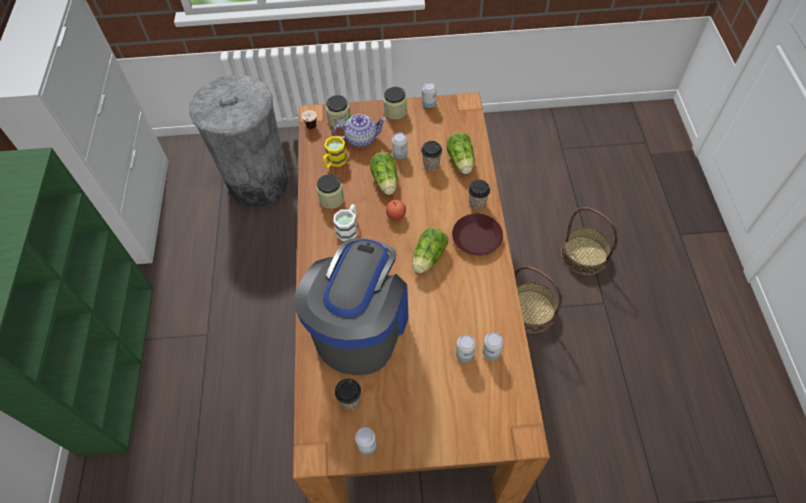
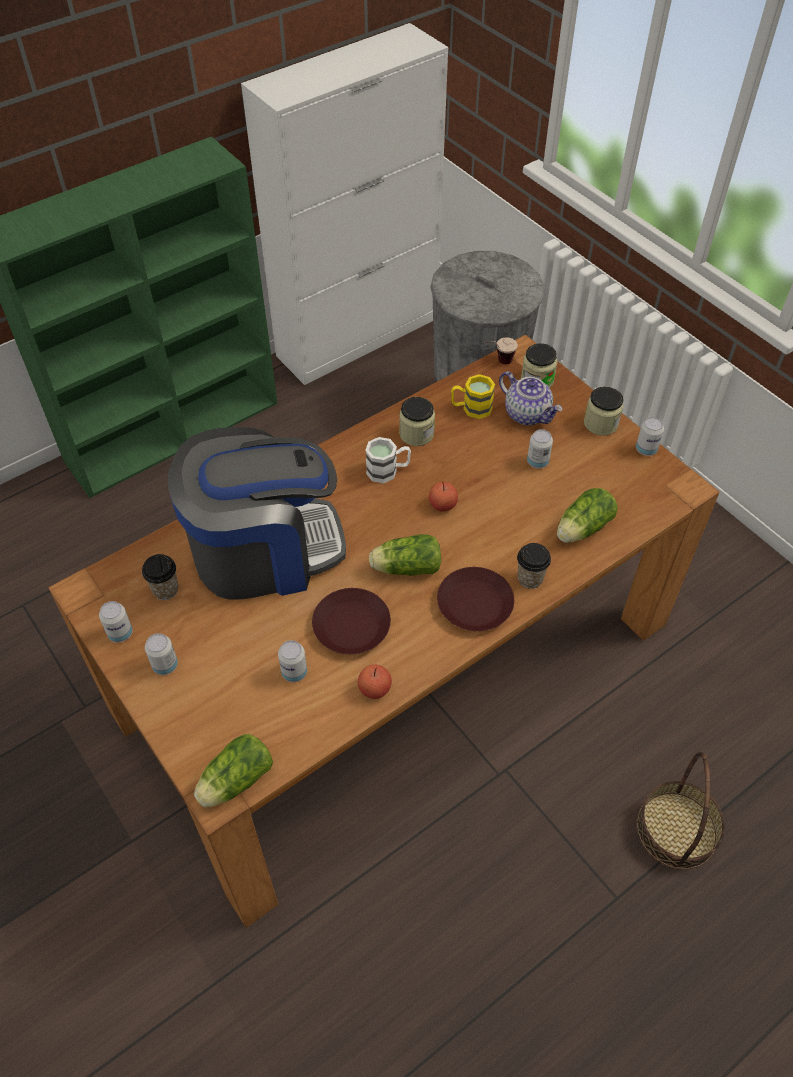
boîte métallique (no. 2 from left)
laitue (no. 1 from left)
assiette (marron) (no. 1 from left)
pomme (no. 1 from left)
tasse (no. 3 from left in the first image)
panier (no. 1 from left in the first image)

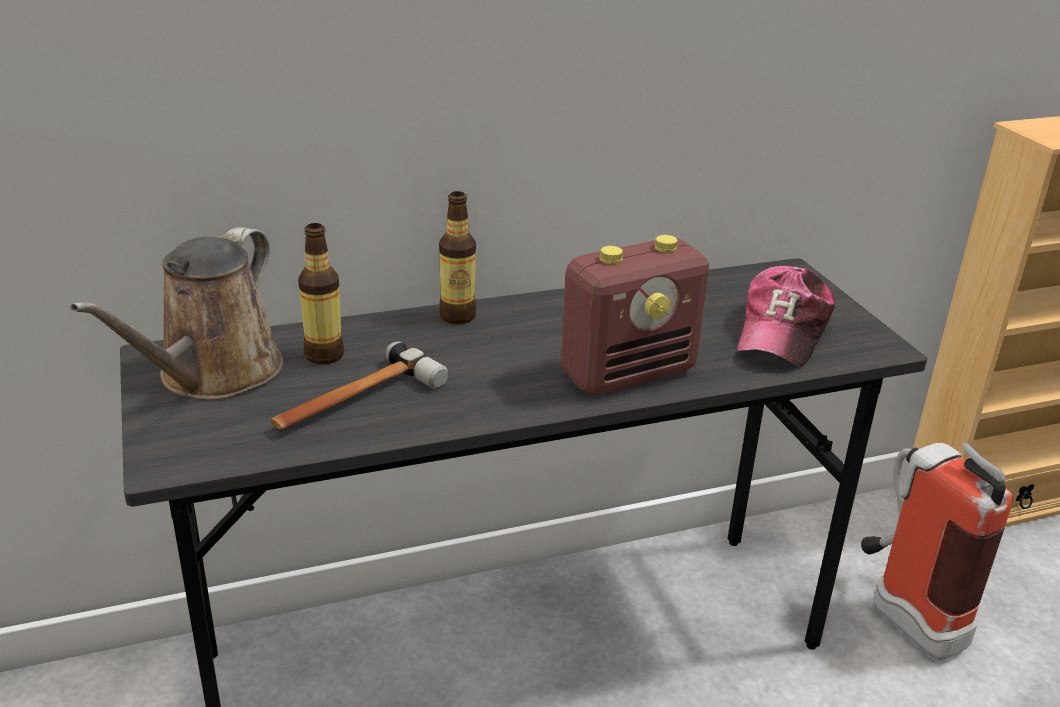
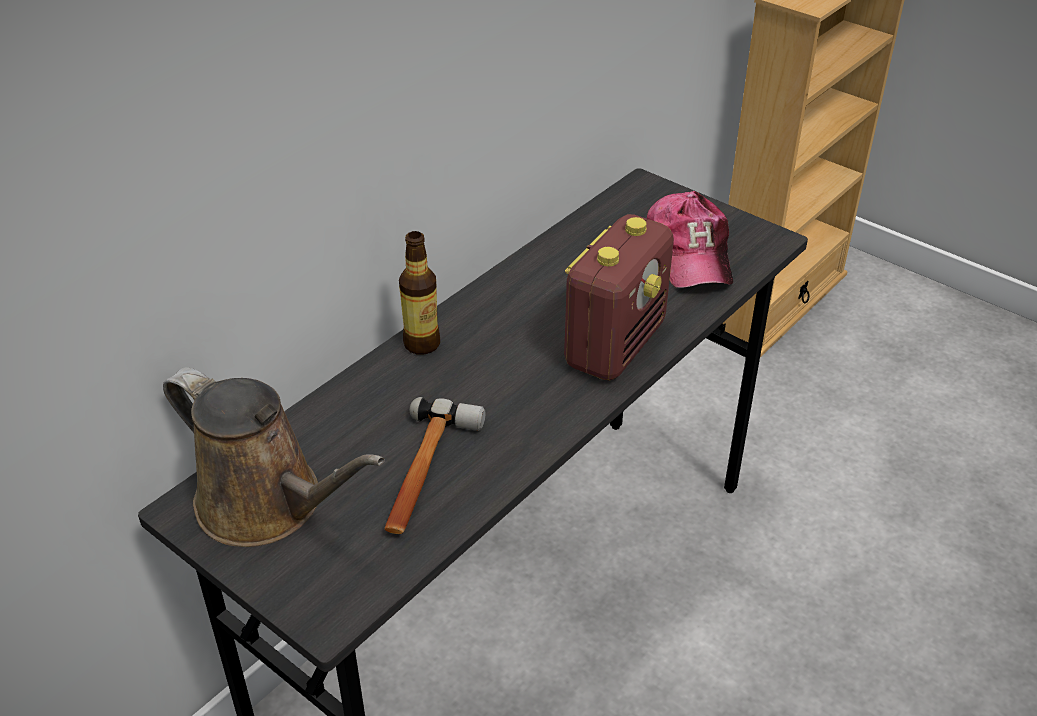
arrosoir (marron)
bouteille (no. 1 from left in the first image)
extincteur

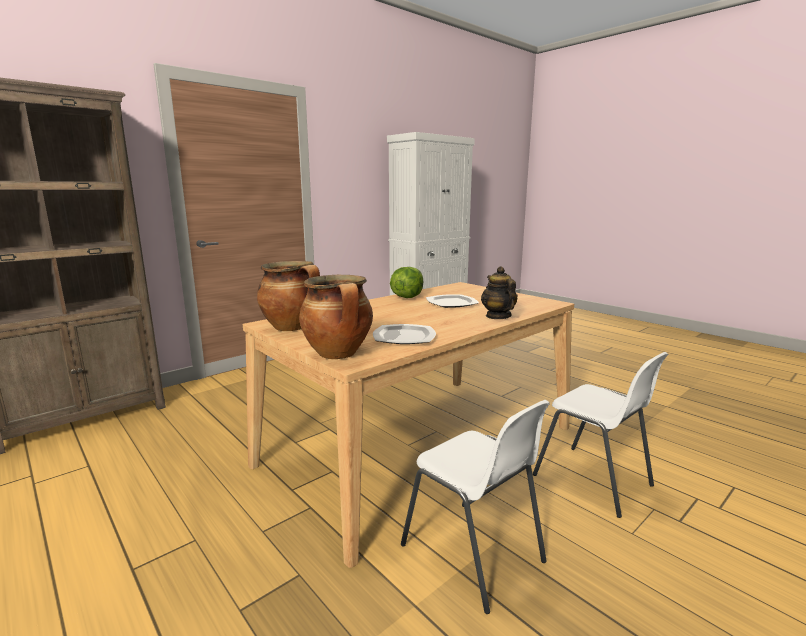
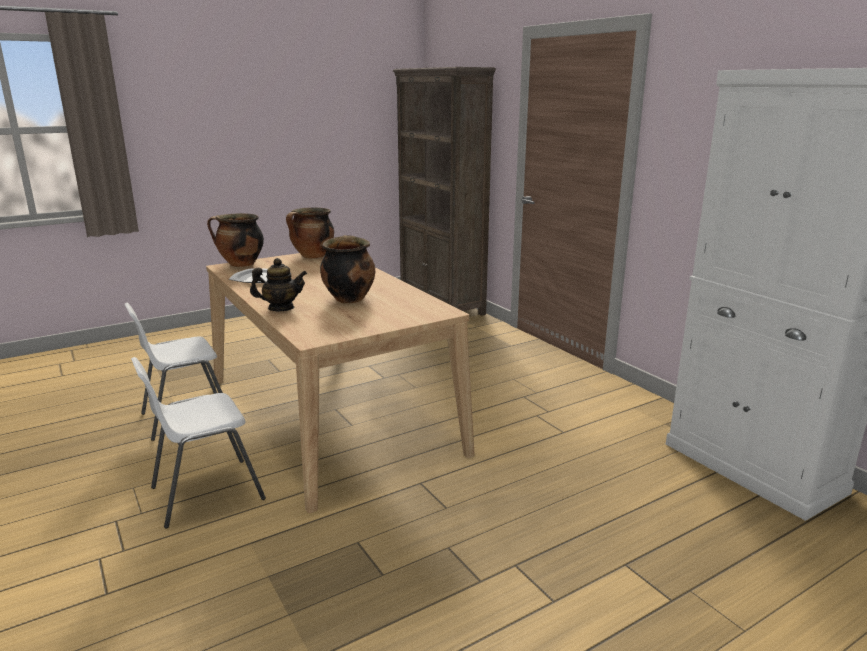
marmite (no. 3 from left)
laitue

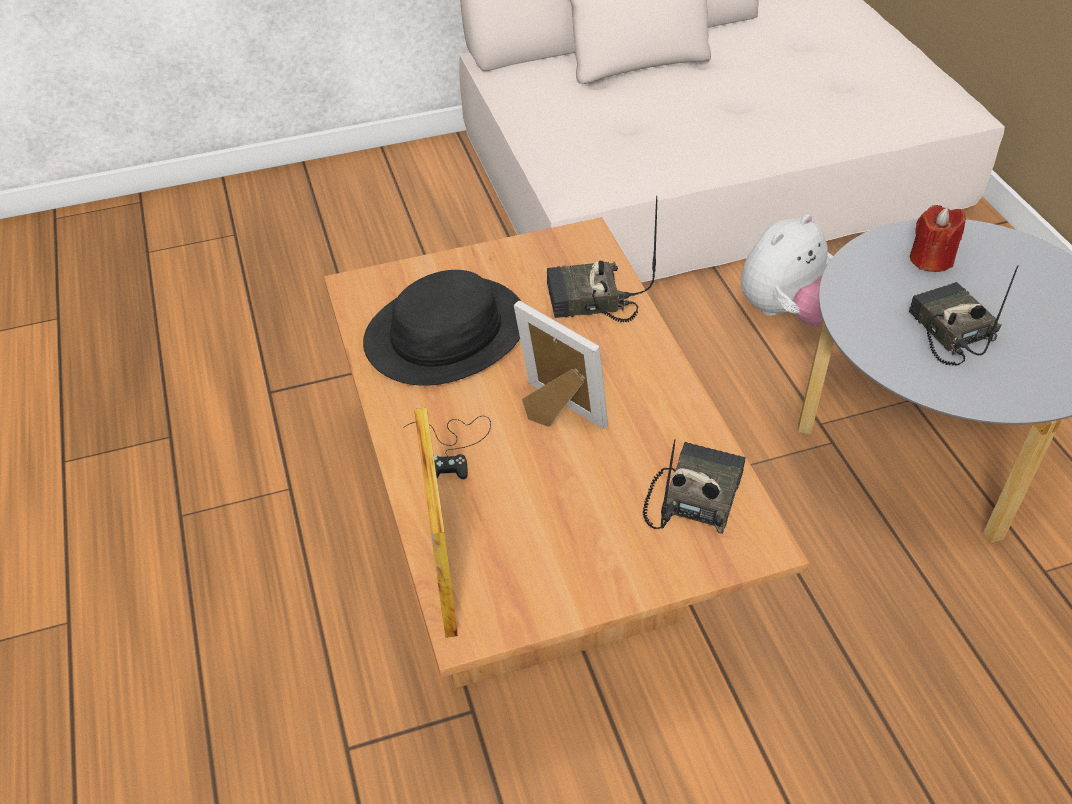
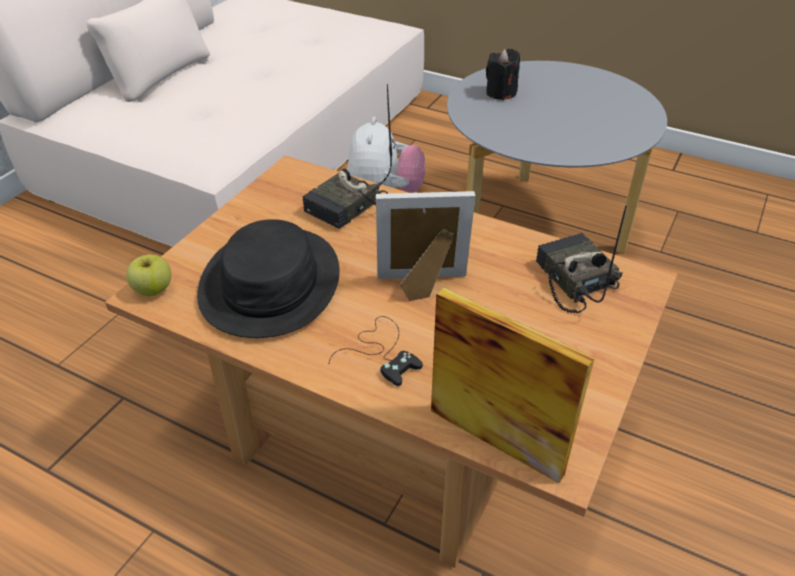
pomme
bougie (noir)
radio (no. 3 from left in the first image)

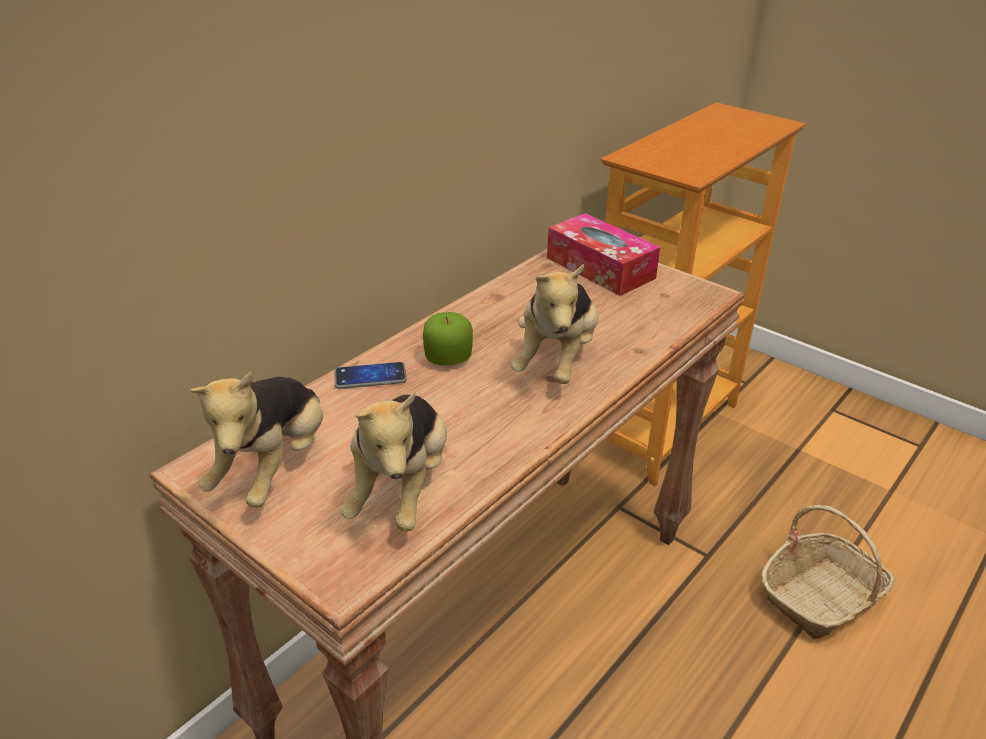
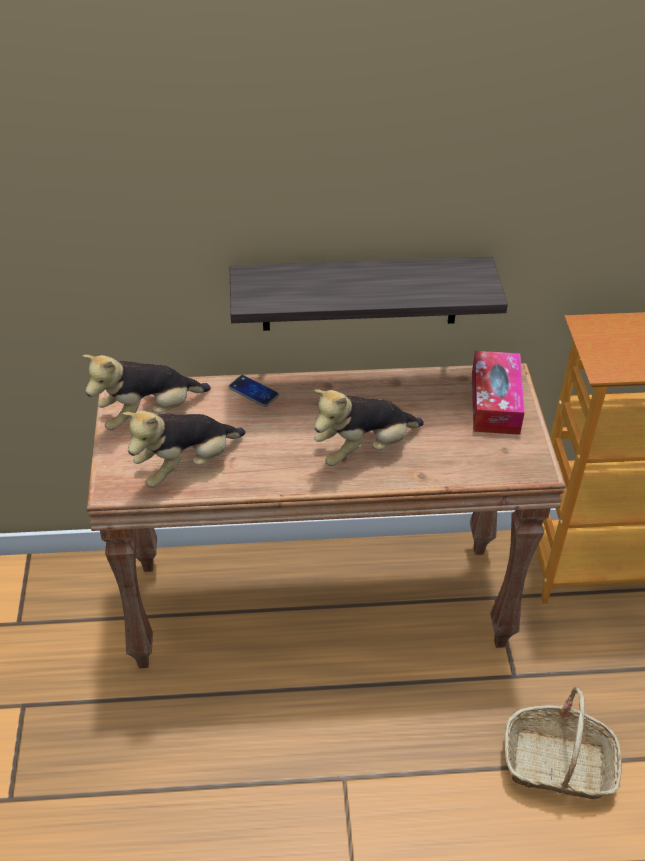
étagère
pomme

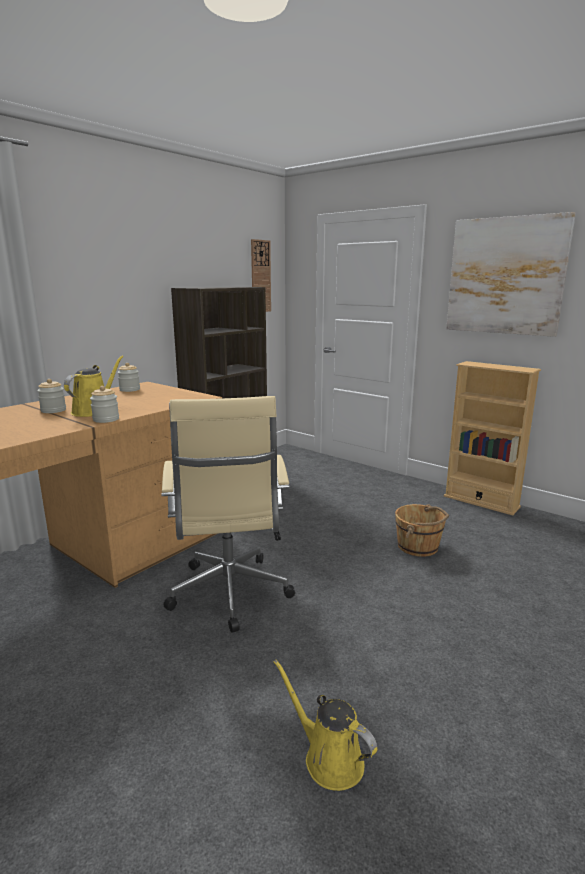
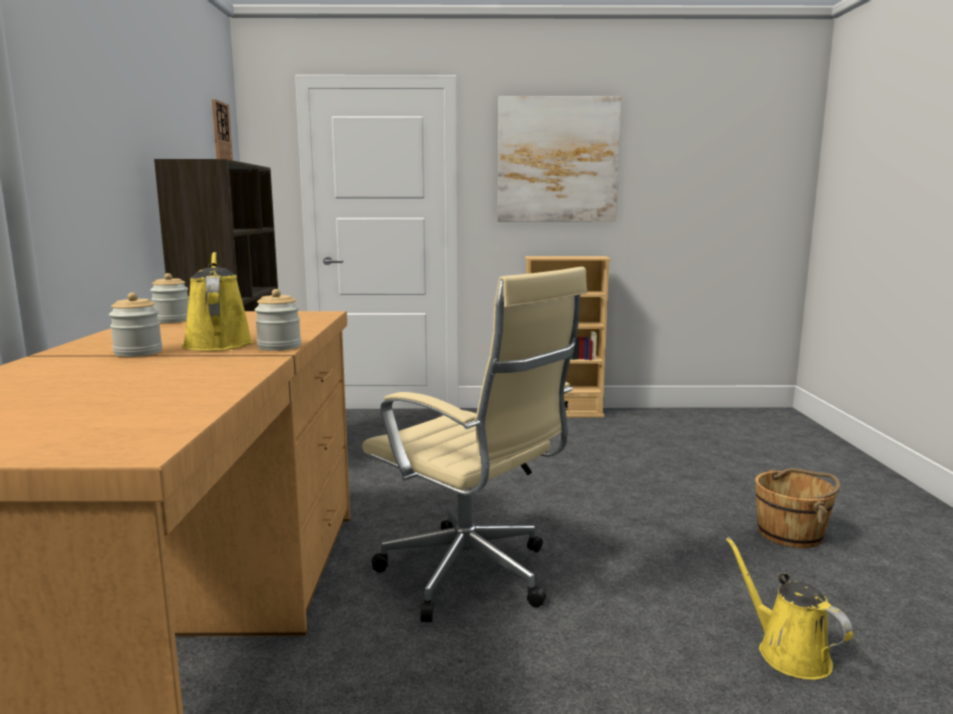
arrosoir (jaune) (no. 2 from left)
seau (marron)

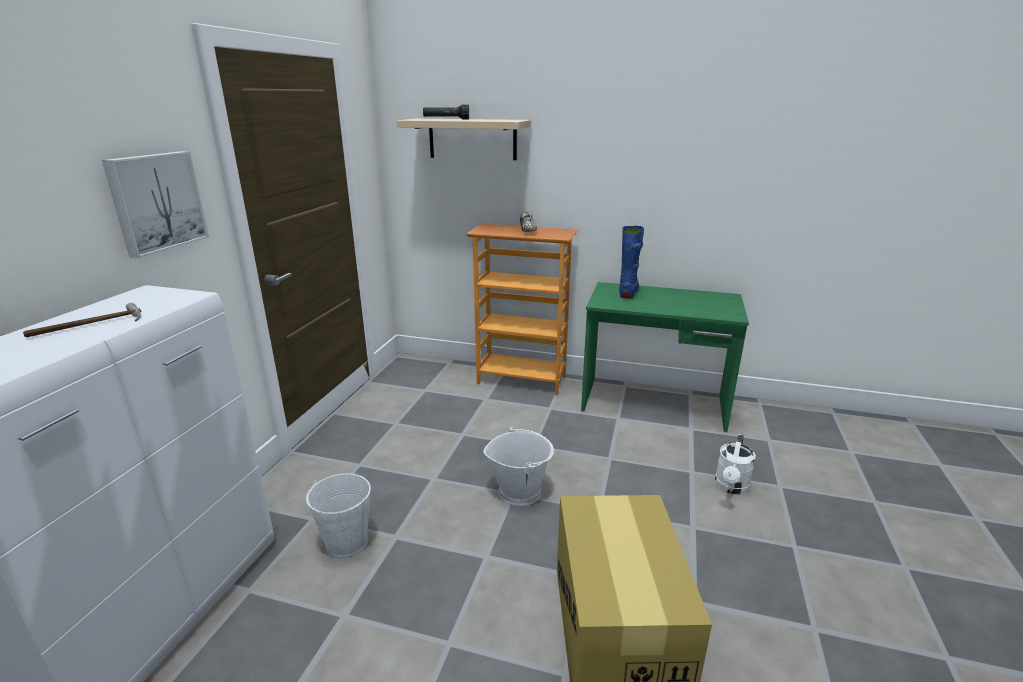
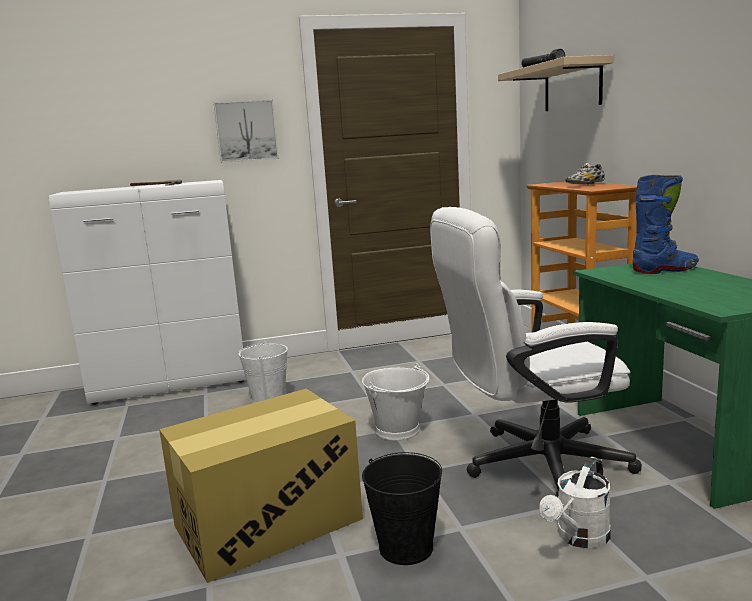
seau (noir)
chaise de bureau (blanc)
arrosoir (blanc)

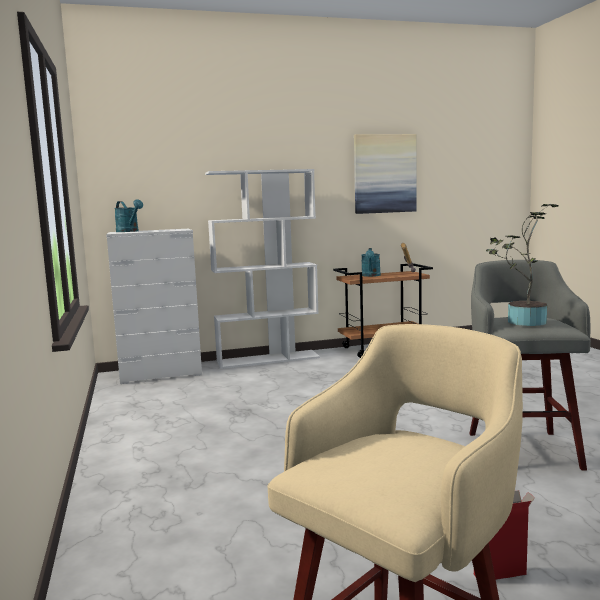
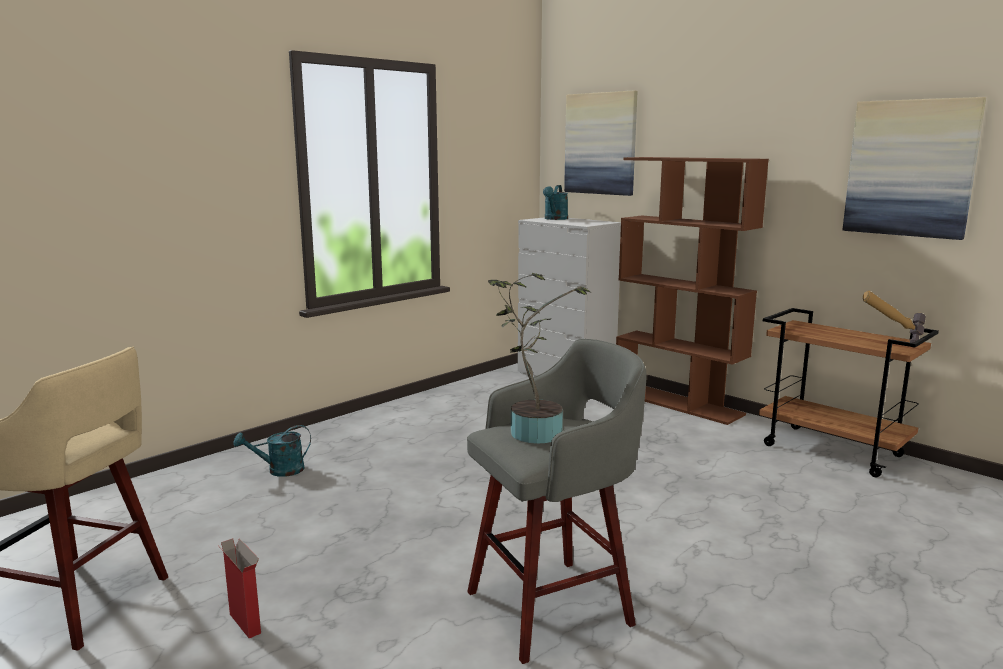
arrosoir (turquoise) (no. 1 from left)
tableau (no. 1 from left)
bibliothèque (marron)

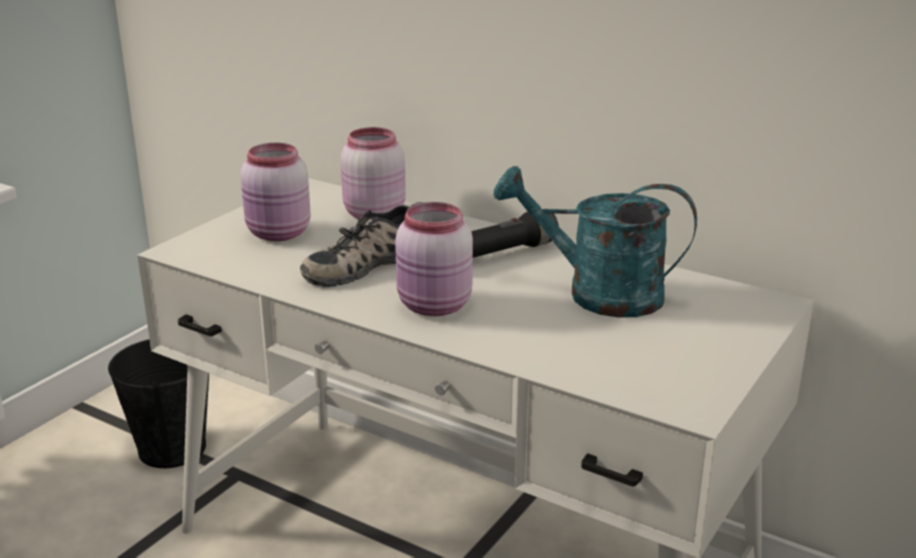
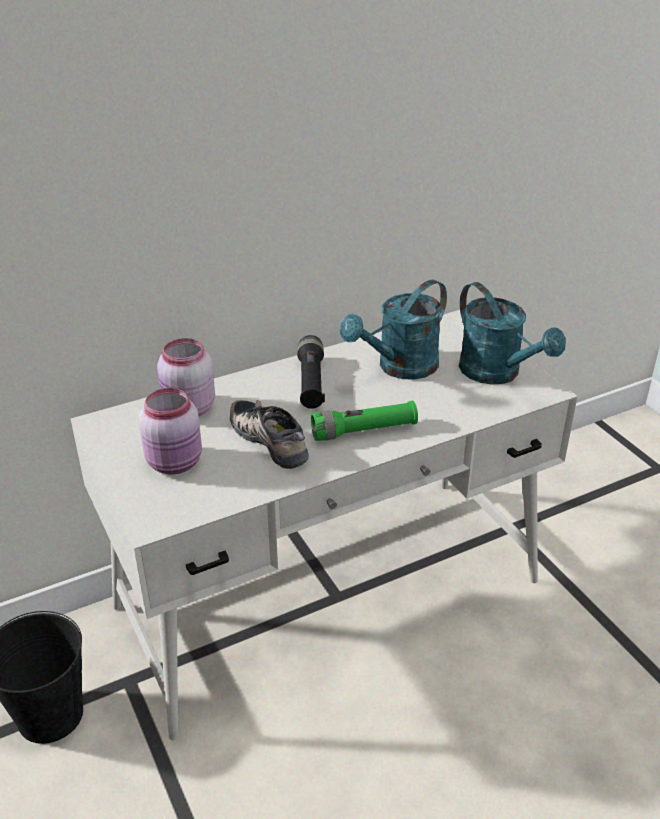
chaussure
lampe de poche (vert)
arrosoir (turquoise) (no. 2 from left)

